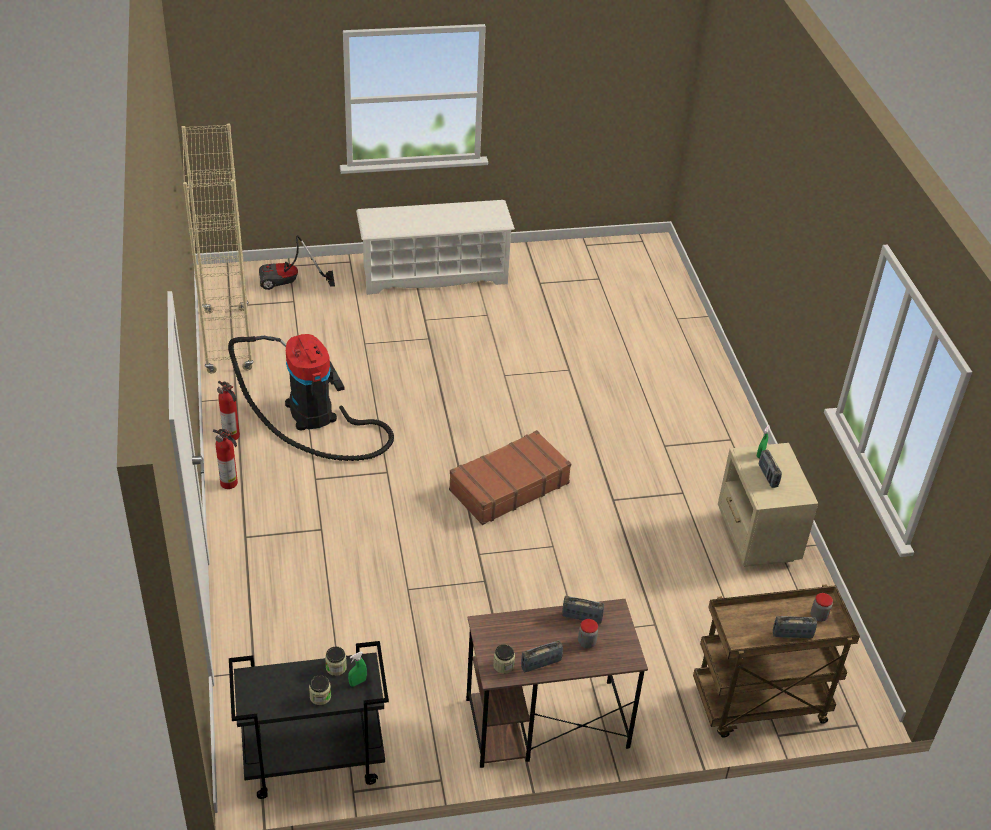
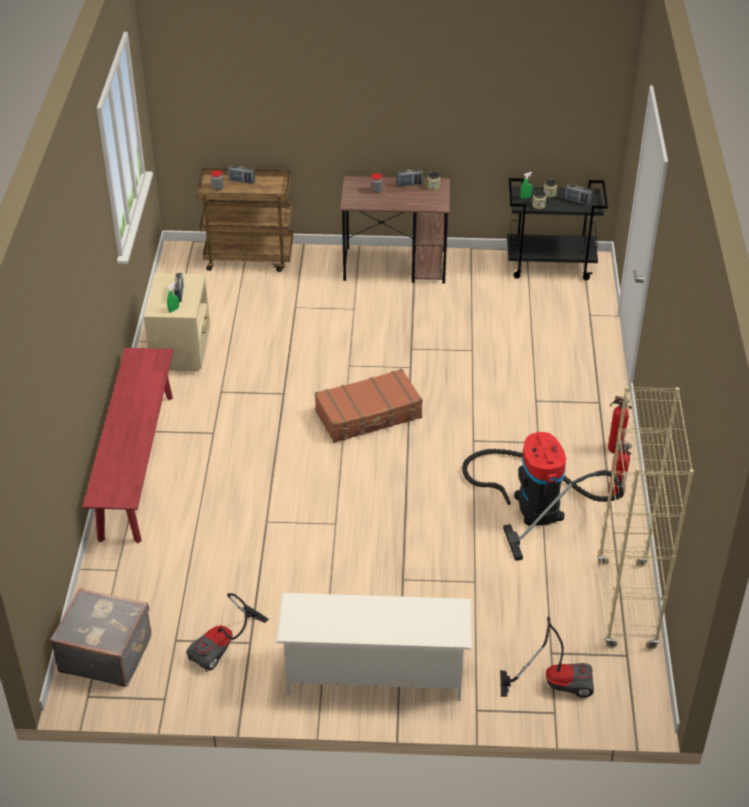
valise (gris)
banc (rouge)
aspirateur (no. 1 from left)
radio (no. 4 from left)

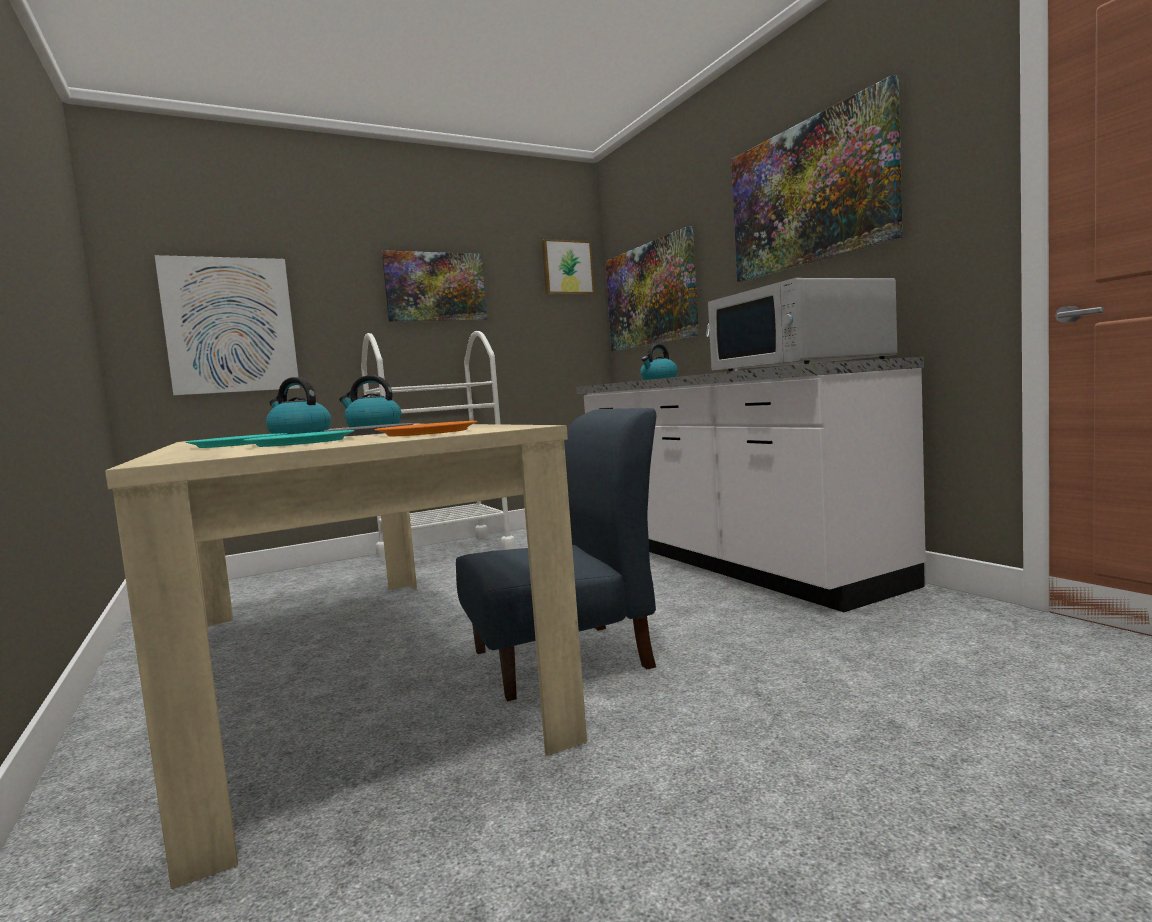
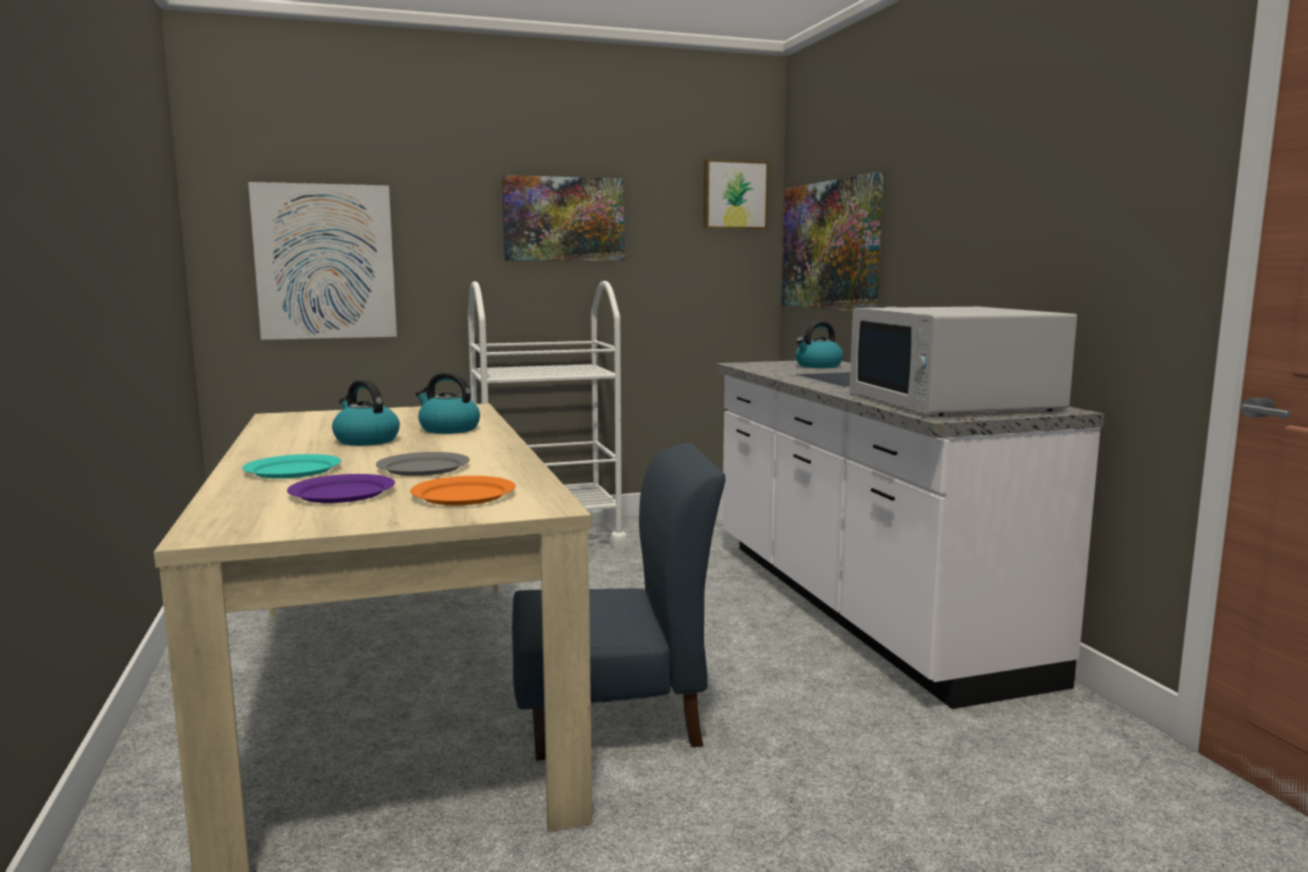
assiette (violet)
tableau (no. 5 from left in the first image)

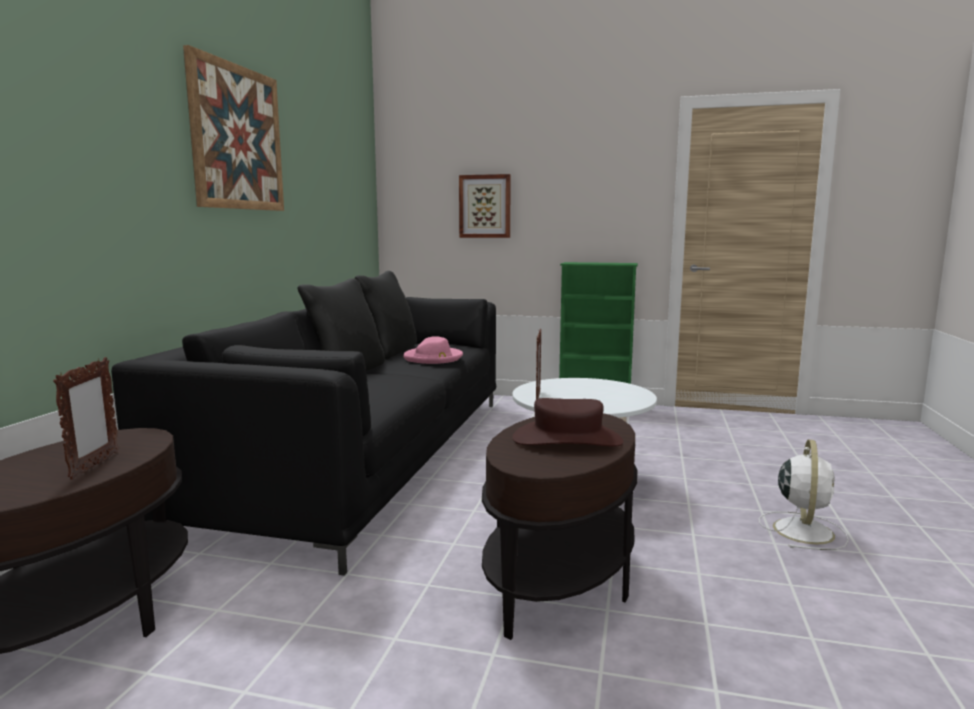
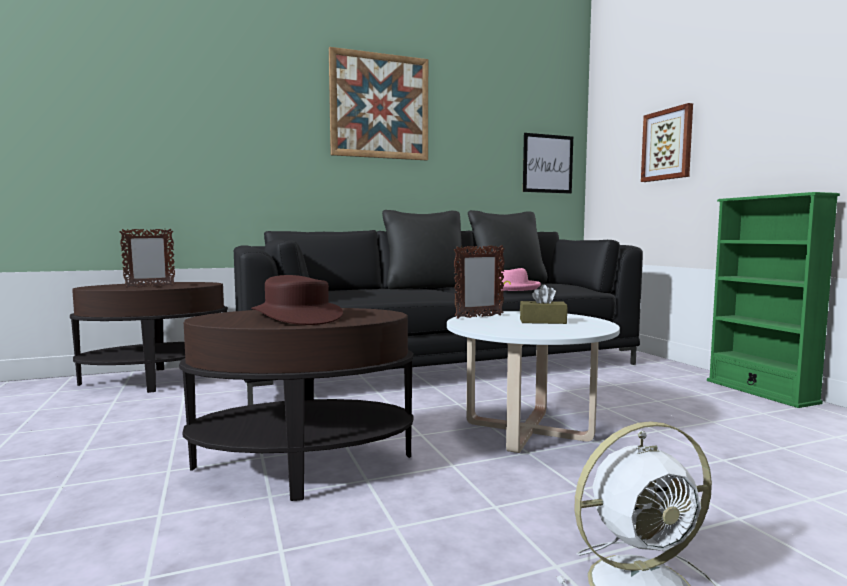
boîte à mouchoirs (marron)
tableau (no. 2 from left)

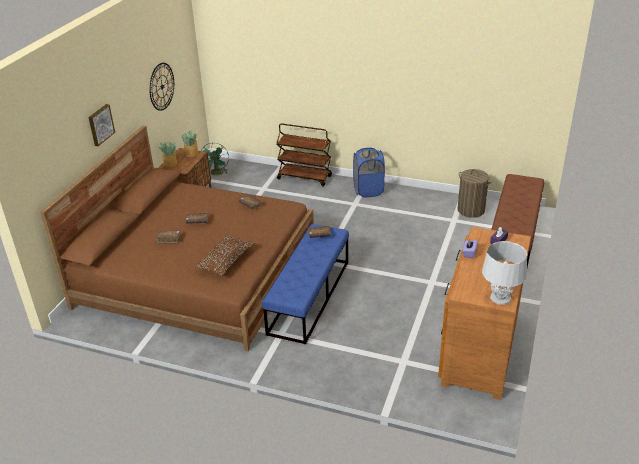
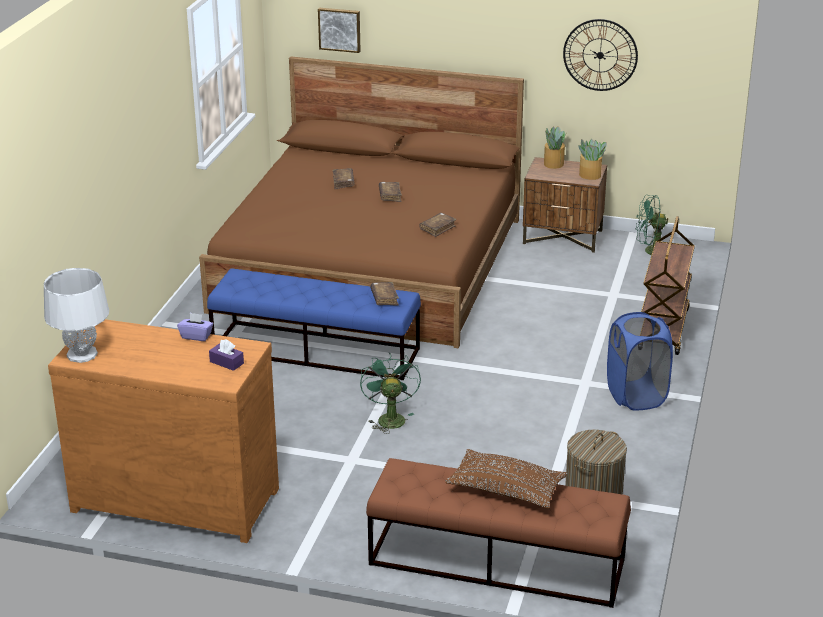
tableau
ventilateur (vert) (no. 1 from left)
coussin (marron)

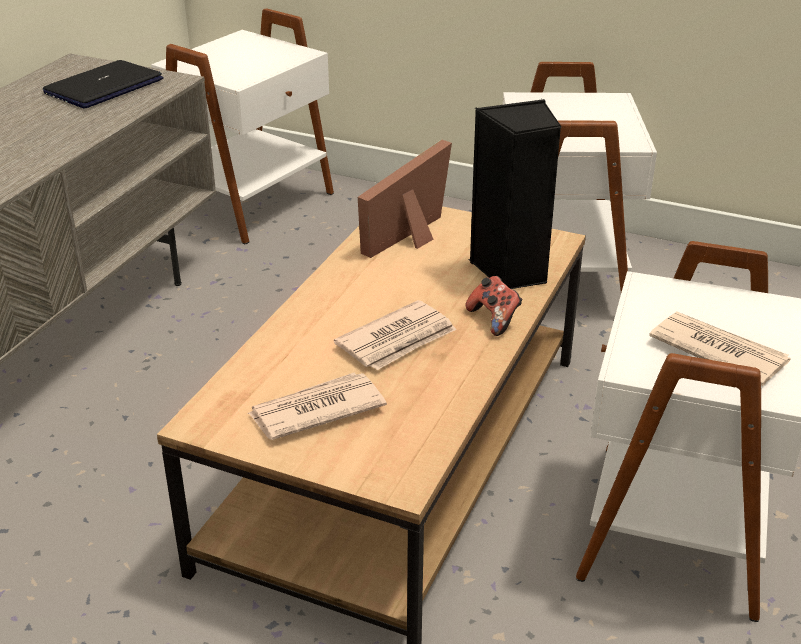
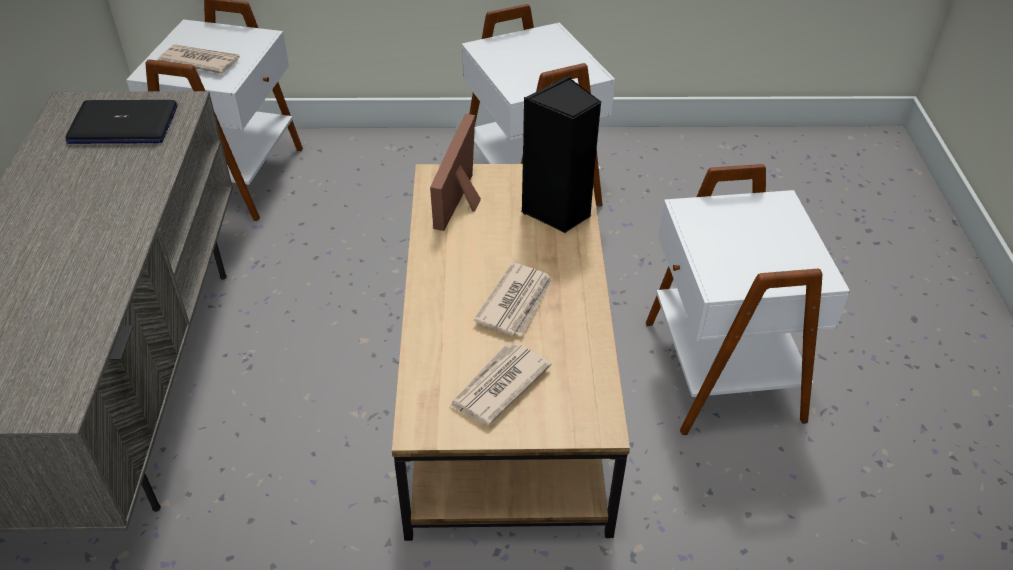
ordinateur portable
journal (no. 1 from left)
manette

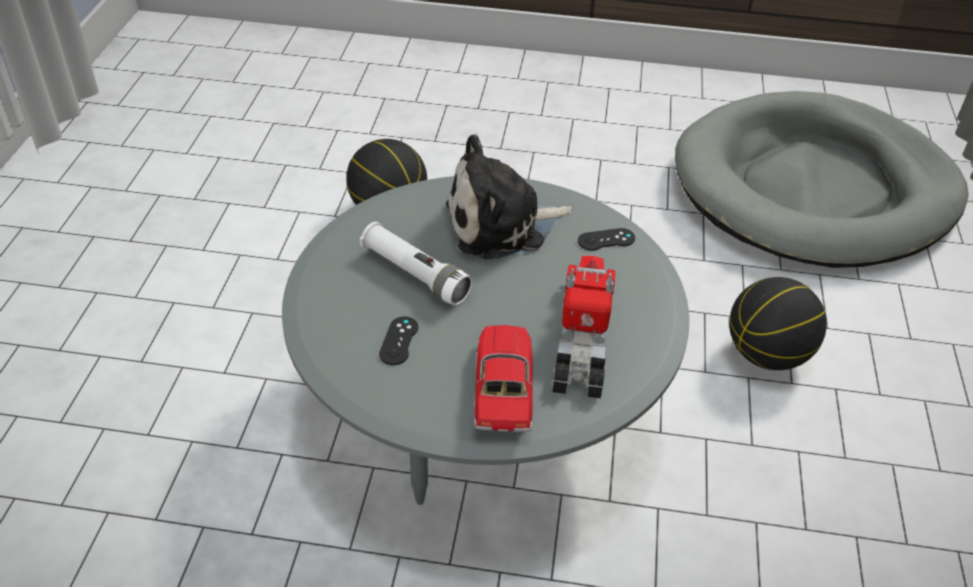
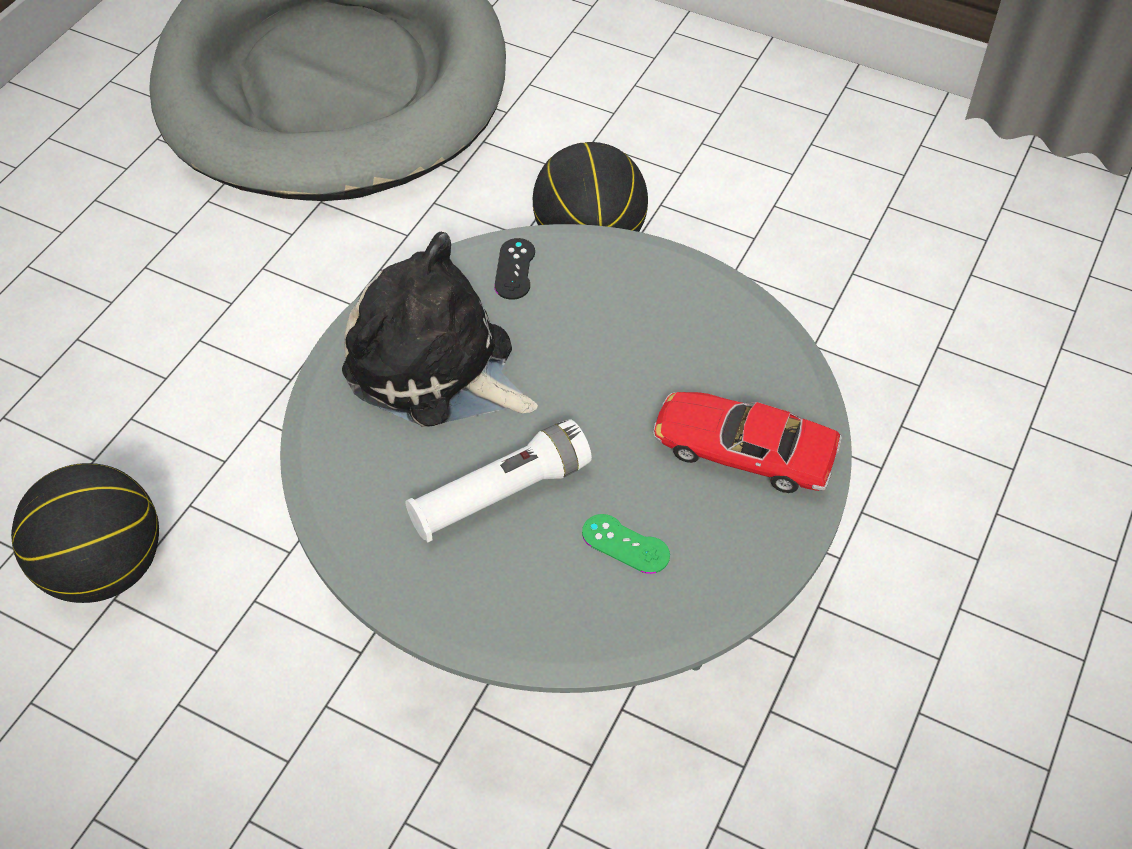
peluche
manette (vert)
camion jouet

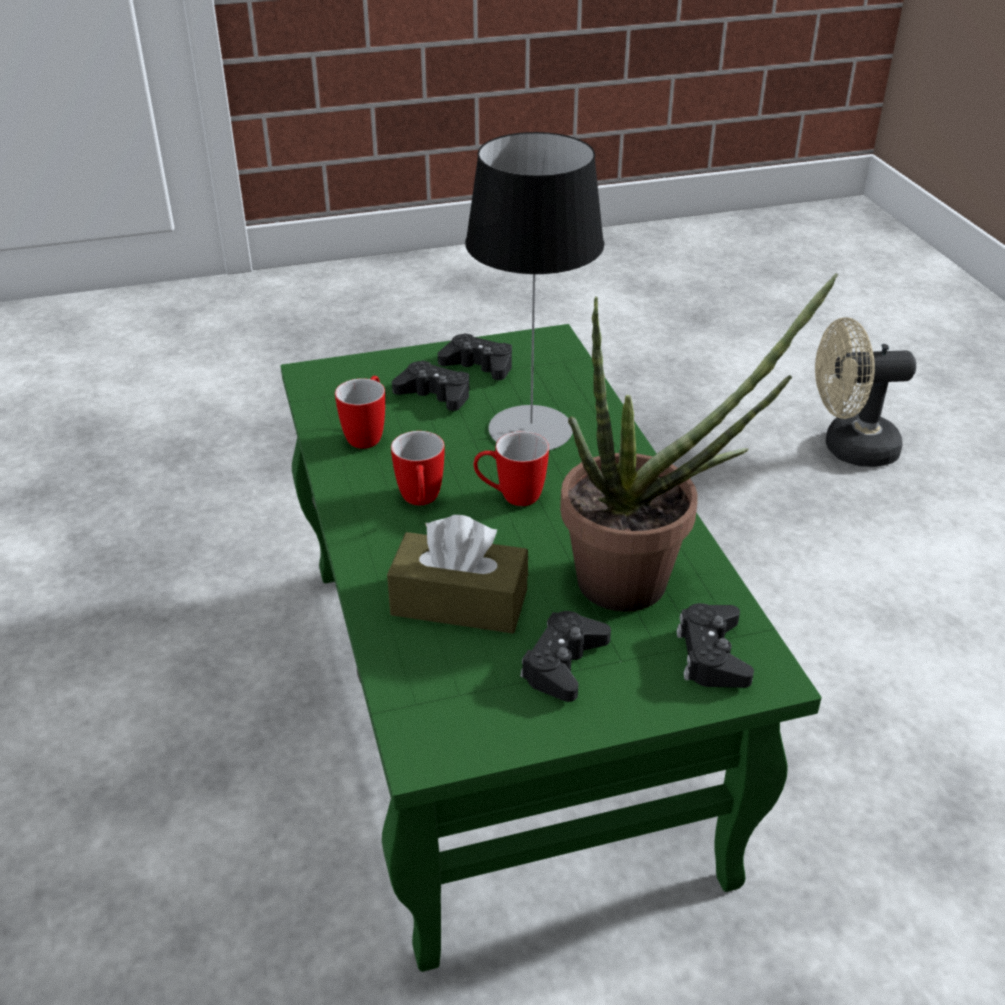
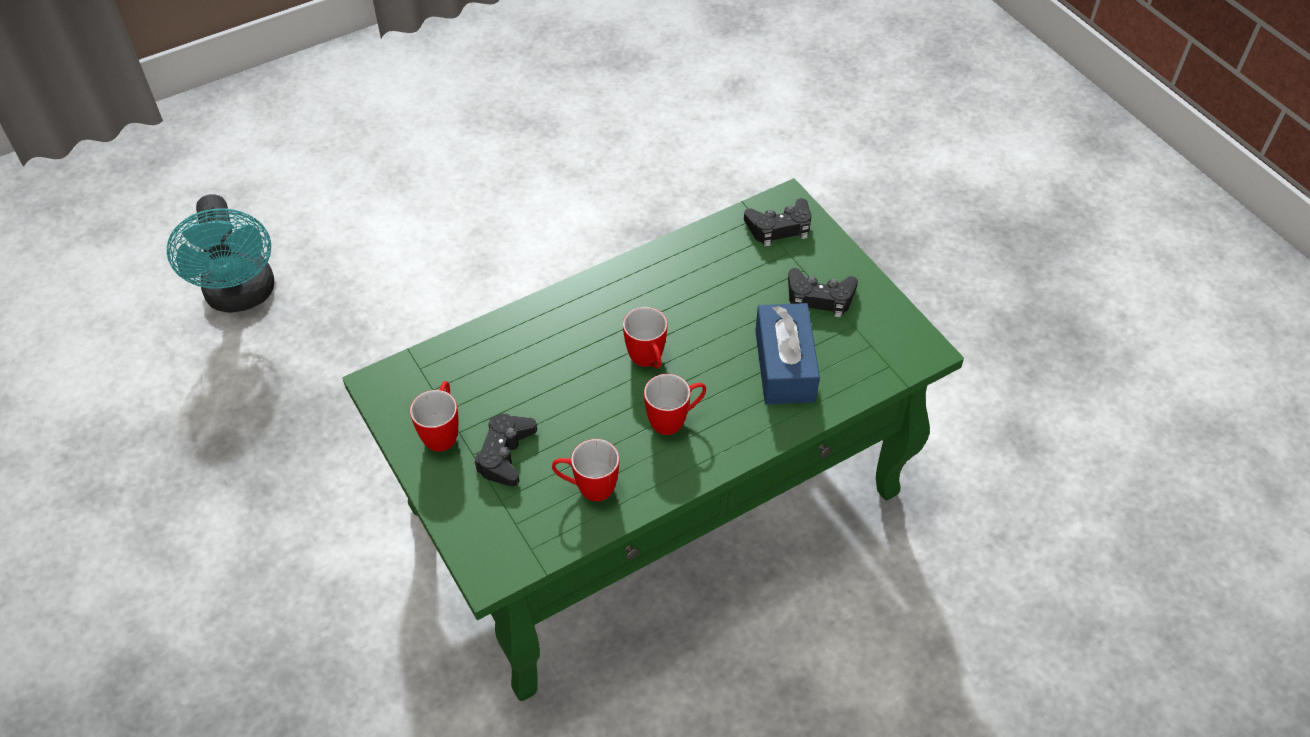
ventilateur (turquoise)
mug (no. 1 from left)
boîte à mouchoirs (bleu)
lampe de table
plante en pot

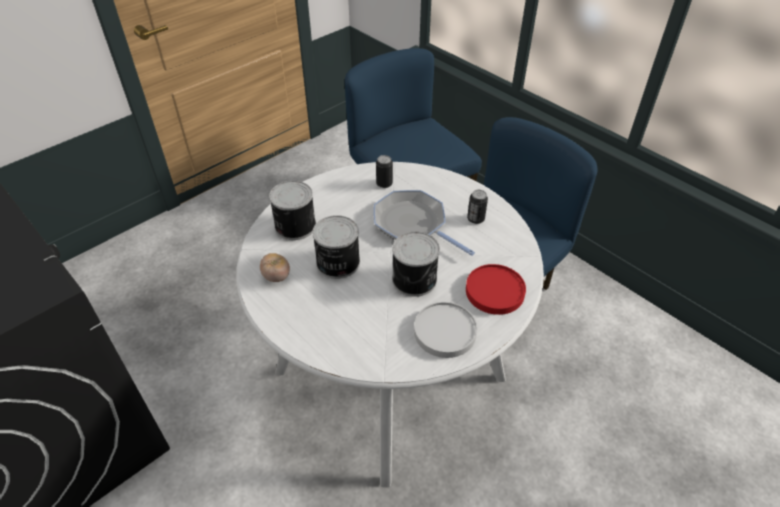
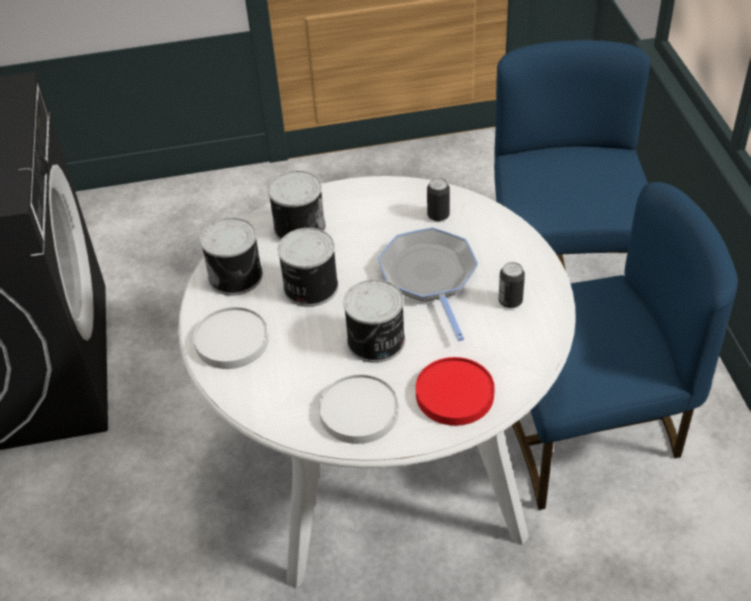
assiette (blanc) (no. 1 from left)
boîte métallique (no. 1 from left)

